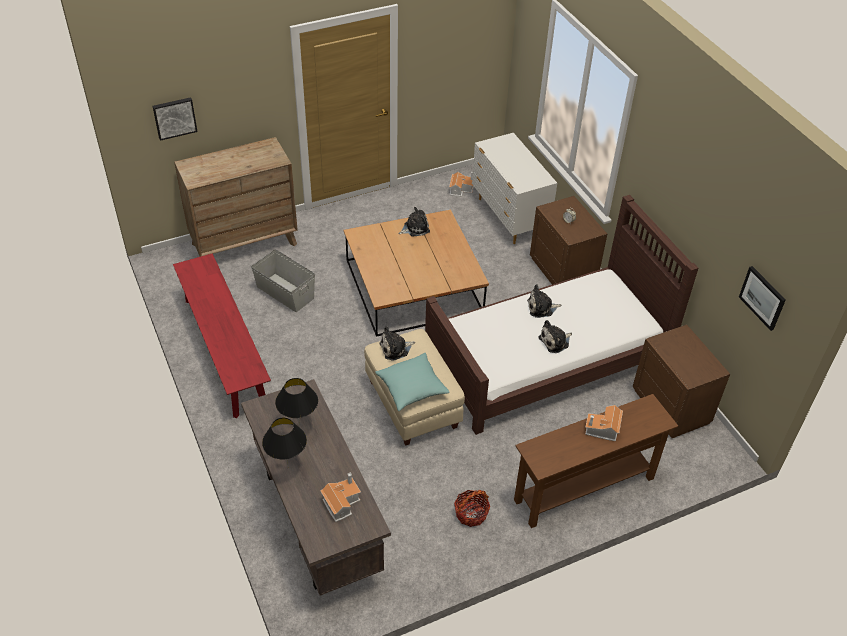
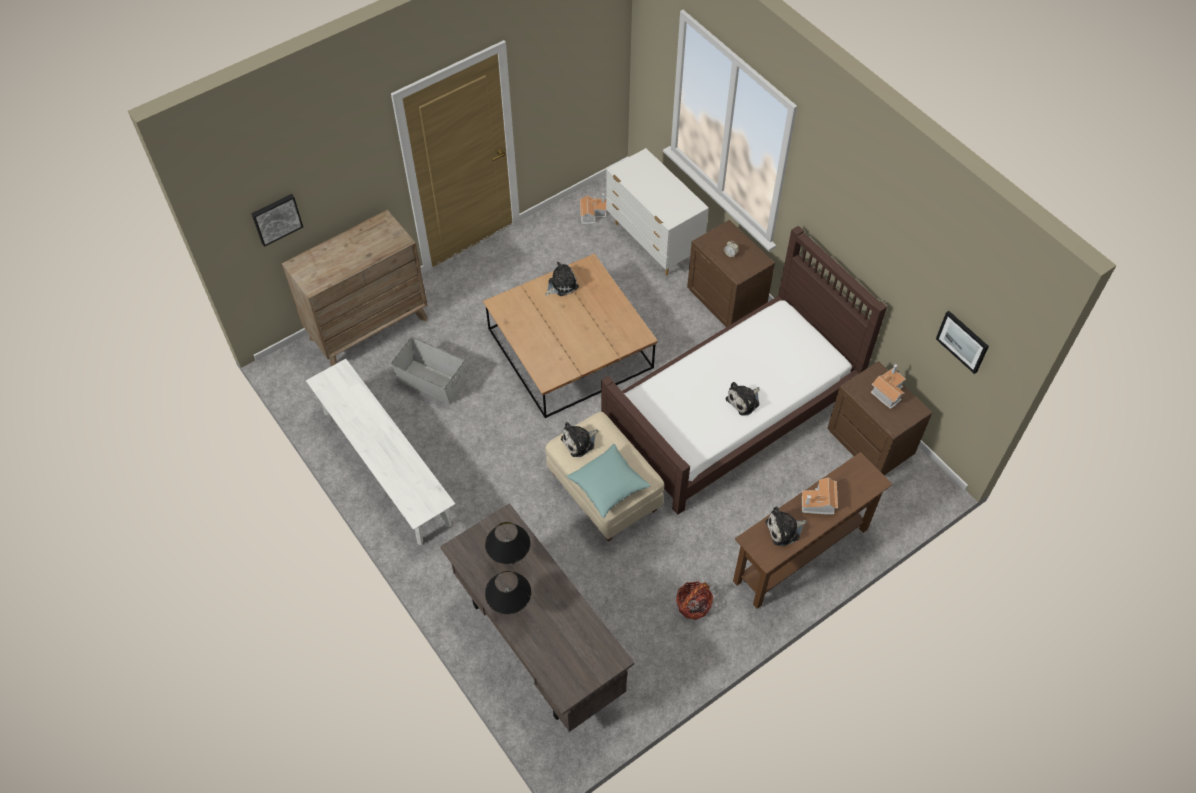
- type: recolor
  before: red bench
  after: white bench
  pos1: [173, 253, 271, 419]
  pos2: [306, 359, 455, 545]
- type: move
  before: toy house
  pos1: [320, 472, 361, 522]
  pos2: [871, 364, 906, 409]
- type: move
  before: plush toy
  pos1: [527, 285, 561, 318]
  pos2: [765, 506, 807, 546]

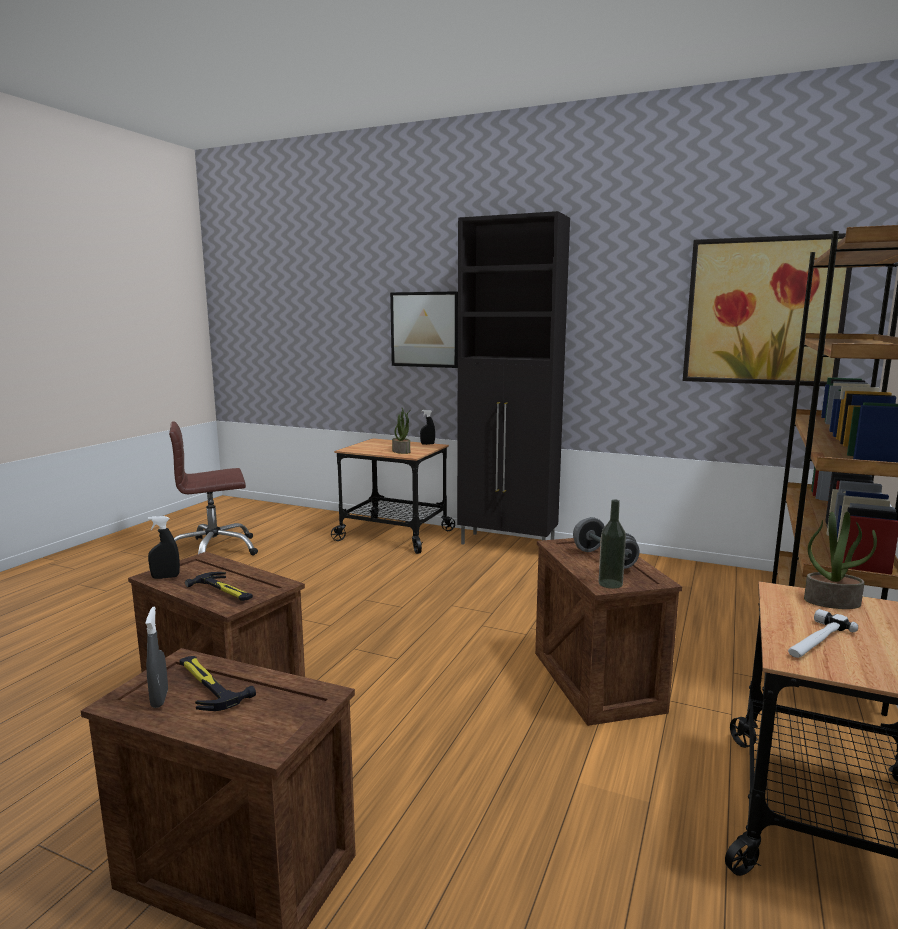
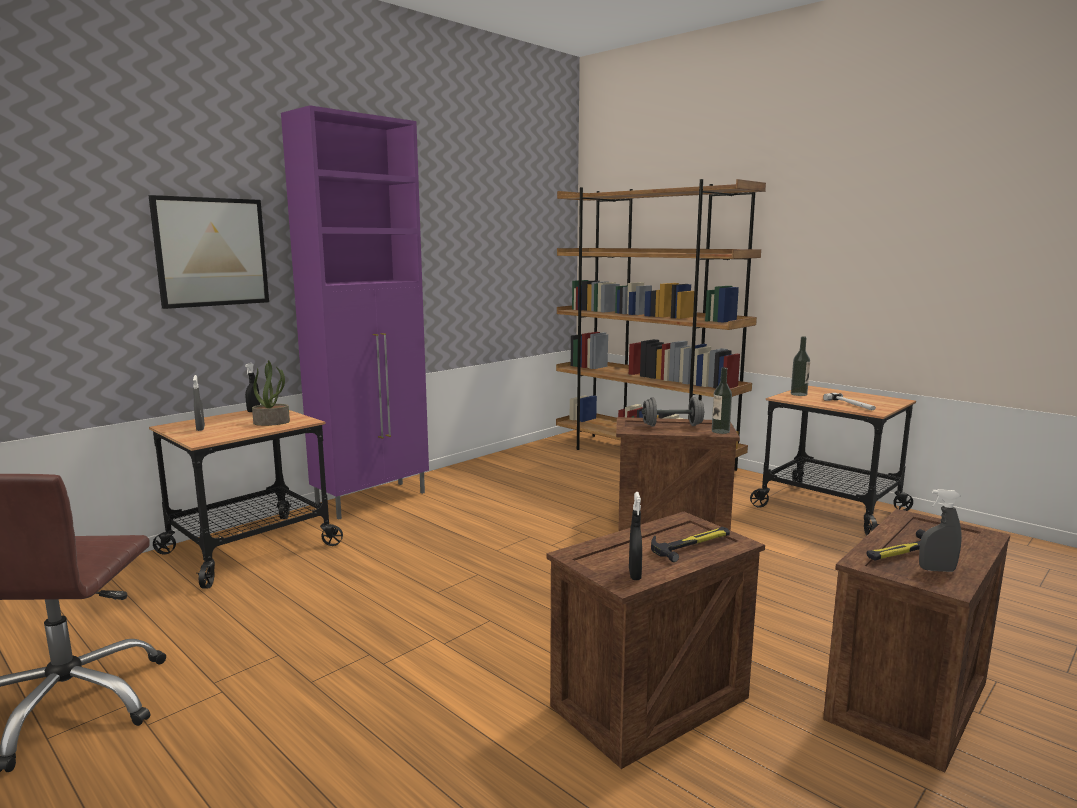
- type: recolor
  before: black cabinet
  after: purple cabinet
  pos1: [457, 211, 570, 545]
  pos2: [281, 105, 429, 520]
- type: delete
  before: picture
  pos1: [683, 233, 852, 386]
- type: replace
  before: potted plant
  after: bottle
  pos1: [804, 511, 877, 609]
  pos2: [791, 336, 810, 396]
- type: insert
  after: grey spray bottle
  pos2: [193, 375, 205, 431]

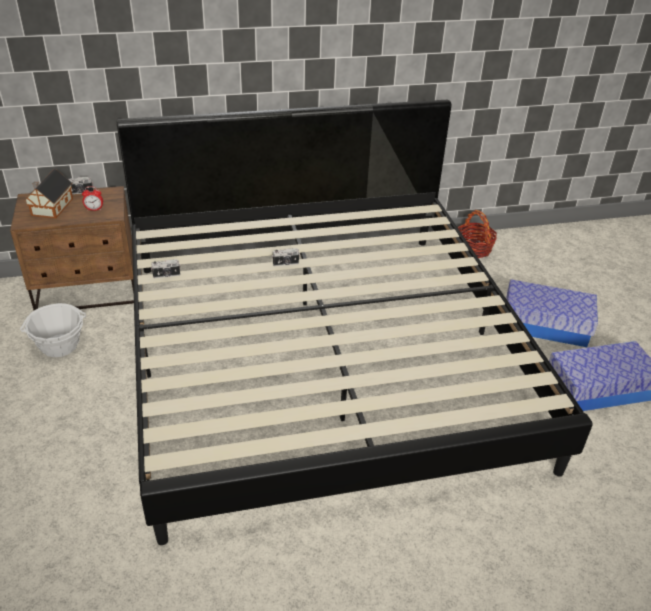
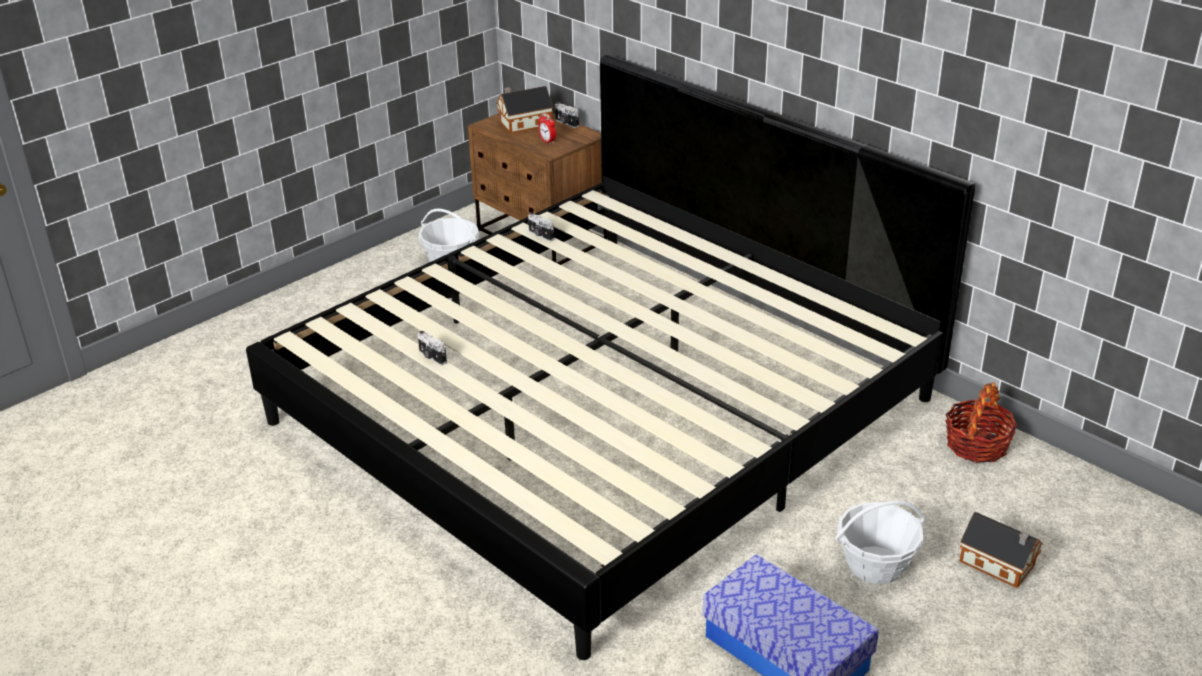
- type: move
  before: photo camera
  pos1: [272, 248, 300, 266]
  pos2: [417, 331, 447, 365]
- type: replace
  before: storage box
  after: basket
  pos1: [506, 279, 598, 347]
  pos2: [836, 500, 925, 584]
- type: insert
  after: toy house
  pos2: [960, 512, 1043, 588]

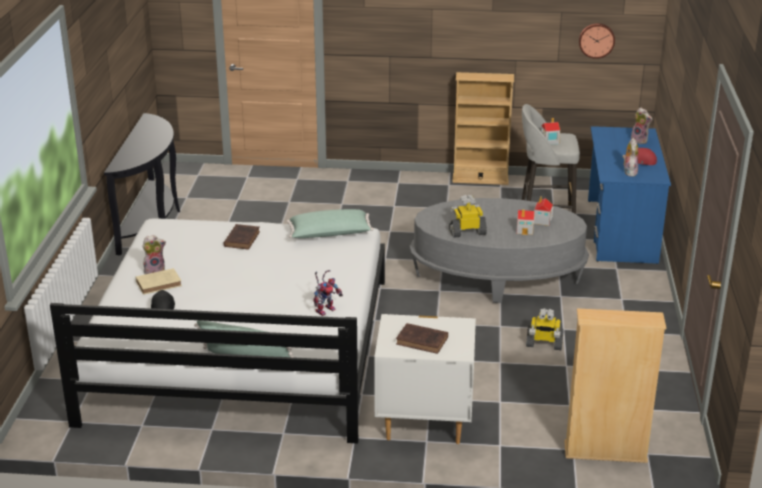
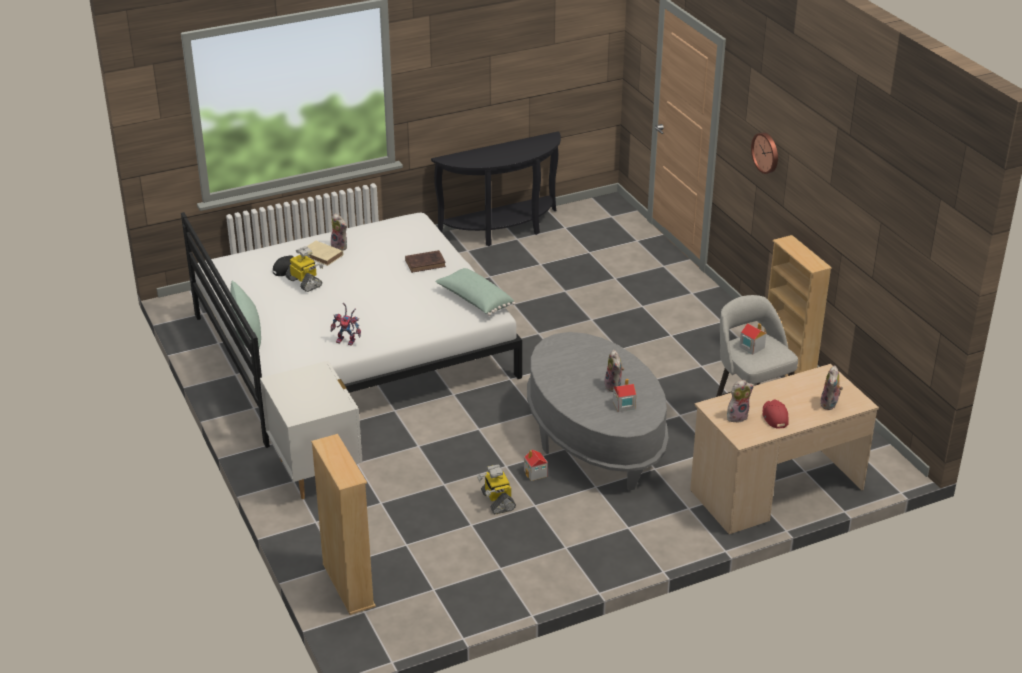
- type: delete
  before: brown book
  pos1: [396, 323, 448, 354]
- type: move
  before: toy robot
  pos1: [449, 195, 487, 238]
  pos2: [286, 246, 323, 292]
- type: move
  before: toy house
  pos1: [517, 209, 535, 235]
  pos2: [524, 449, 548, 481]
- type: move
  before: wall clock
  pos1: [579, 23, 615, 59]
  pos2: [751, 132, 778, 174]
- type: recolor
  before: blue desk
  after: beige desk
  pos1: [588, 126, 671, 264]
  pos2: [690, 364, 879, 534]
- type: insert
  after: plush toy
  pos2: [605, 350, 624, 392]

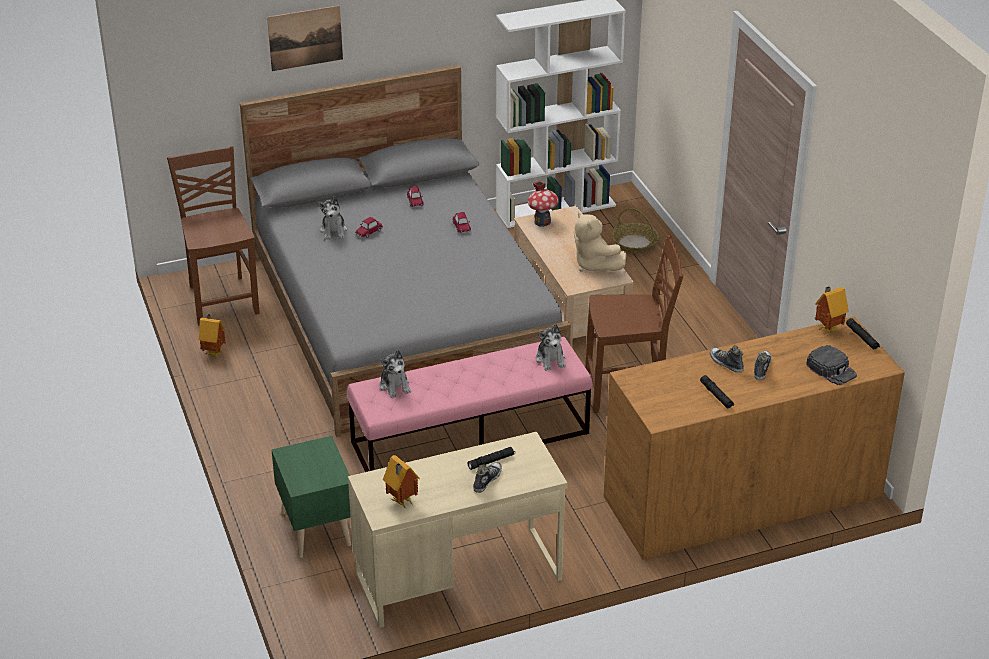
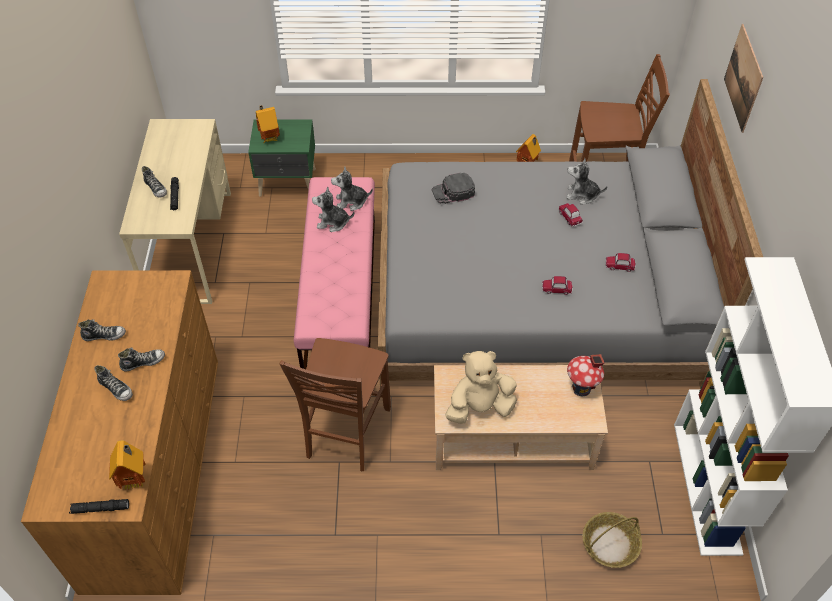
- type: move
  before: toy house
  pos1: [383, 455, 420, 509]
  pos2: [256, 105, 280, 143]
- type: move
  before: plush toy
  pos1: [536, 324, 566, 371]
  pos2: [312, 186, 354, 232]
- type: replace
  before: black flashlight
  after: shoe
  pos1: [700, 375, 734, 408]
  pos2: [78, 319, 126, 341]
- type: move
  before: black cap
  pos1: [806, 345, 857, 385]
  pos2: [432, 173, 475, 204]

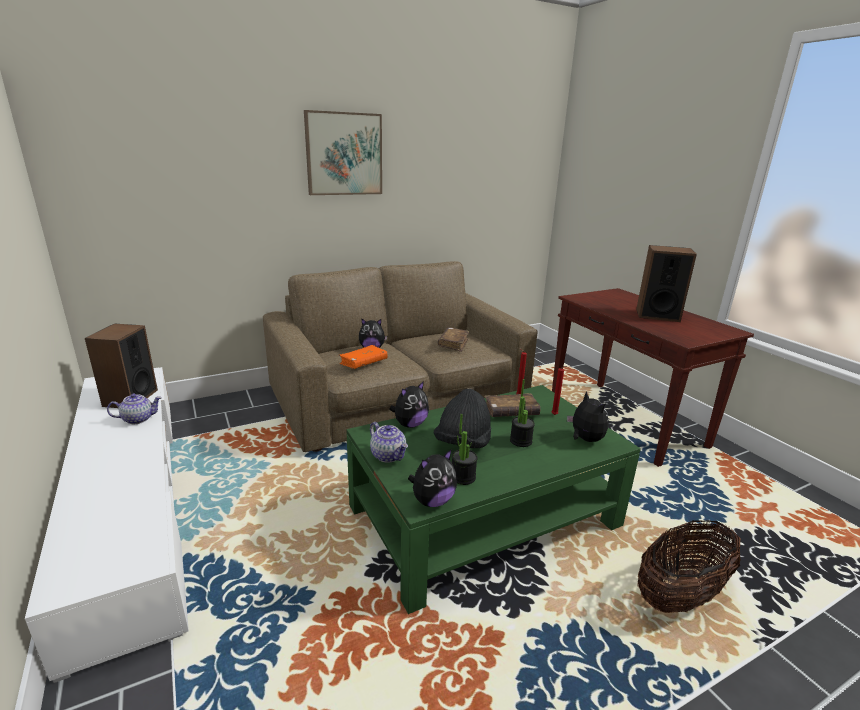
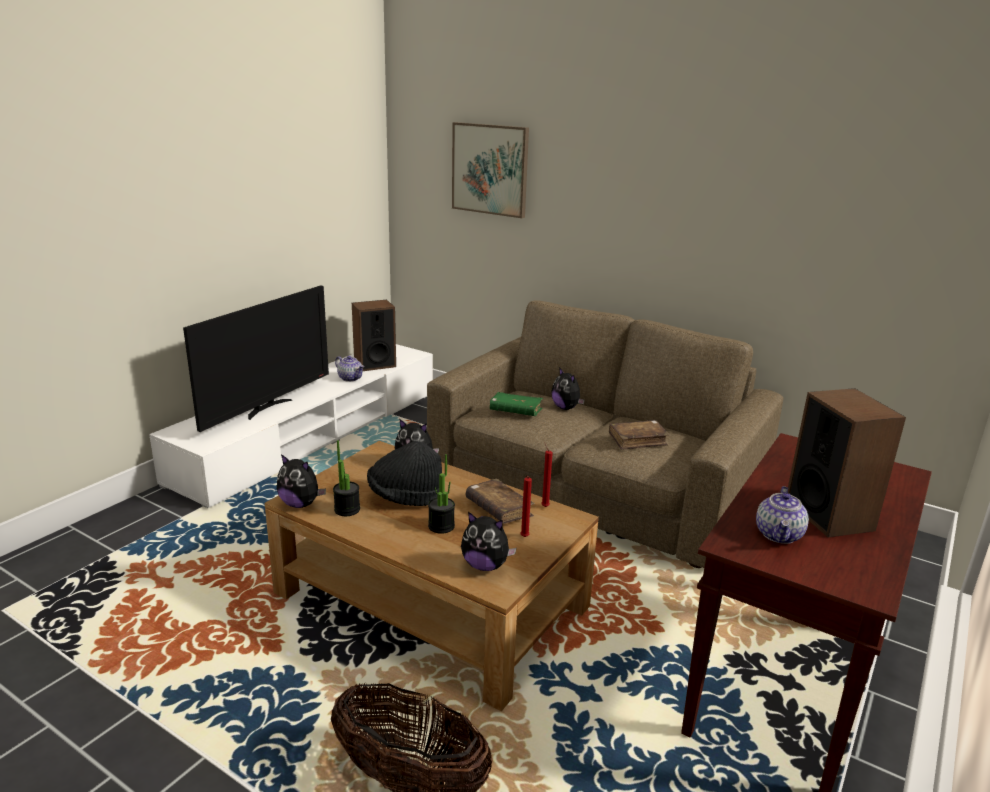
- type: move
  before: picture
  pos1: [304, 110, 382, 195]
  pos2: [452, 122, 529, 218]
- type: recolor
  before: orange book
  after: green book
  pos1: [339, 345, 388, 369]
  pos2: [490, 392, 543, 416]
- type: recolor
  before: green coffee table
  after: brown coffee table
  pos1: [346, 385, 641, 614]
  pos2: [265, 441, 599, 711]
- type: move
  before: teapot
  pos1: [370, 422, 408, 463]
  pos2: [756, 486, 809, 544]
- type: rotate
  before: plush toy
  pos1: [567, 391, 608, 442]
  pos2: [461, 512, 517, 571]
  turn: 75
- type: insert
  after: television
  pos2: [183, 285, 329, 432]

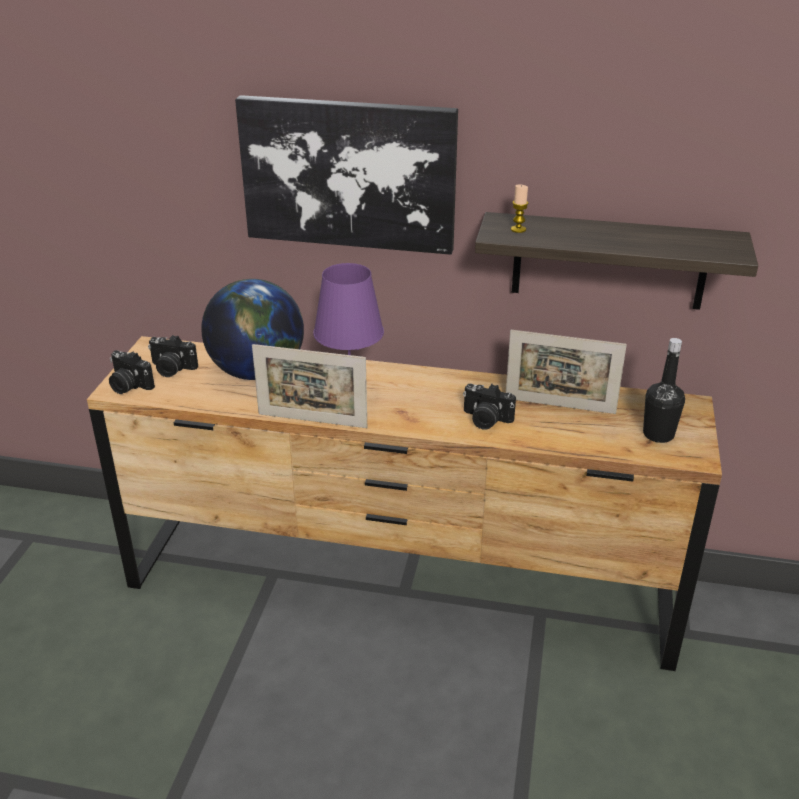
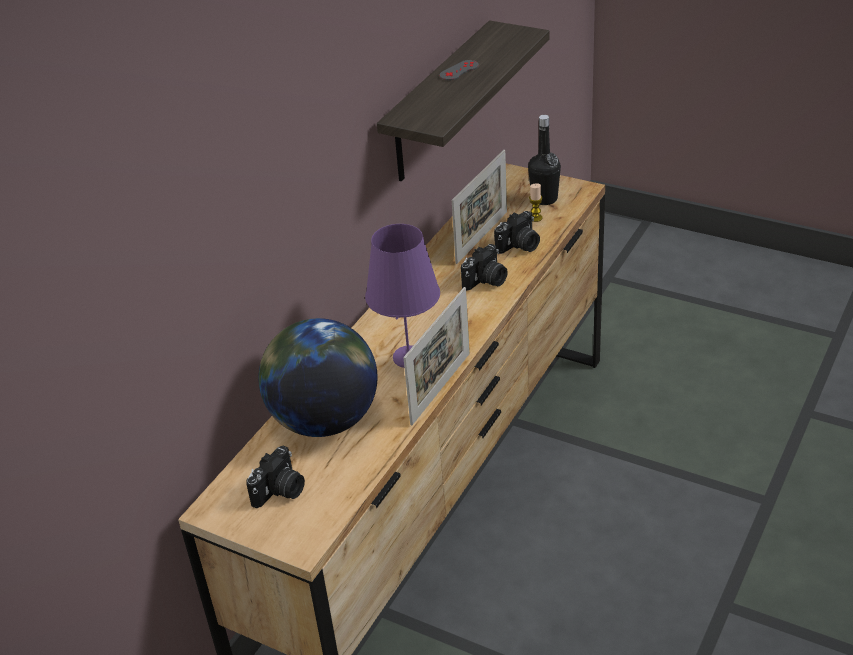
- type: move
  before: photo camera
  pos1: [109, 350, 155, 394]
  pos2: [494, 211, 540, 254]
- type: delete
  before: picture
  pos1: [235, 95, 458, 255]
- type: move
  before: candle
  pos1: [511, 184, 528, 233]
  pos2: [529, 183, 542, 222]
- type: insert
  after: grey game controller
  pos2: [439, 60, 479, 81]

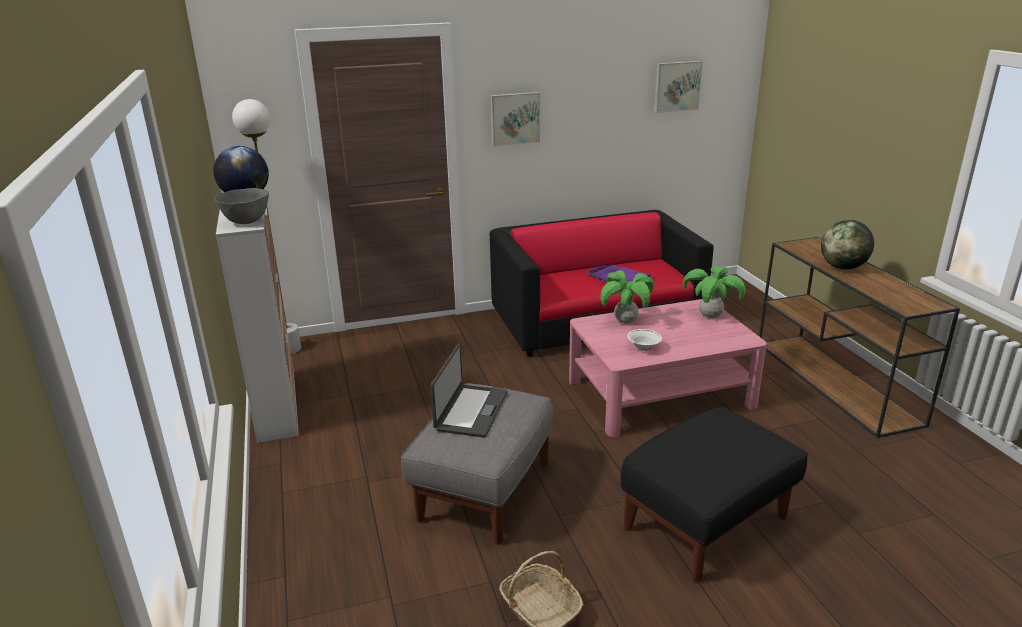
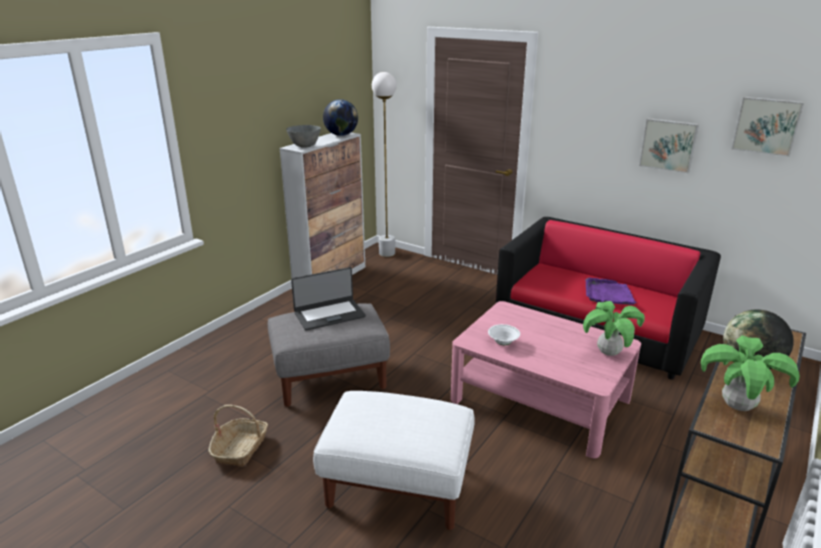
- type: move
  before: picture
  pos1: [490, 92, 540, 147]
  pos2: [639, 118, 699, 173]
- type: move
  before: potted plant
  pos1: [600, 270, 654, 324]
  pos2: [701, 335, 800, 411]
- type: recolor
  before: black ottoman
  after: white ottoman
  pos1: [620, 407, 808, 581]
  pos2: [313, 391, 475, 530]

